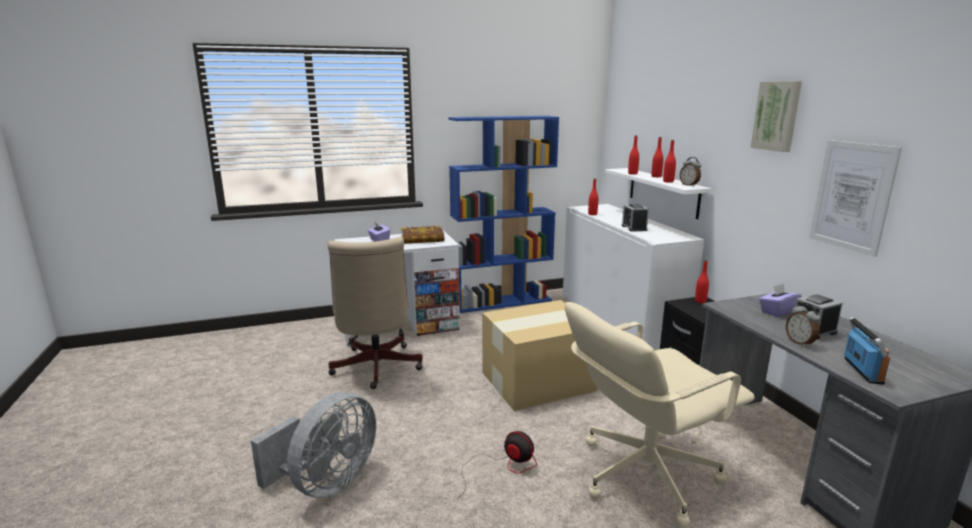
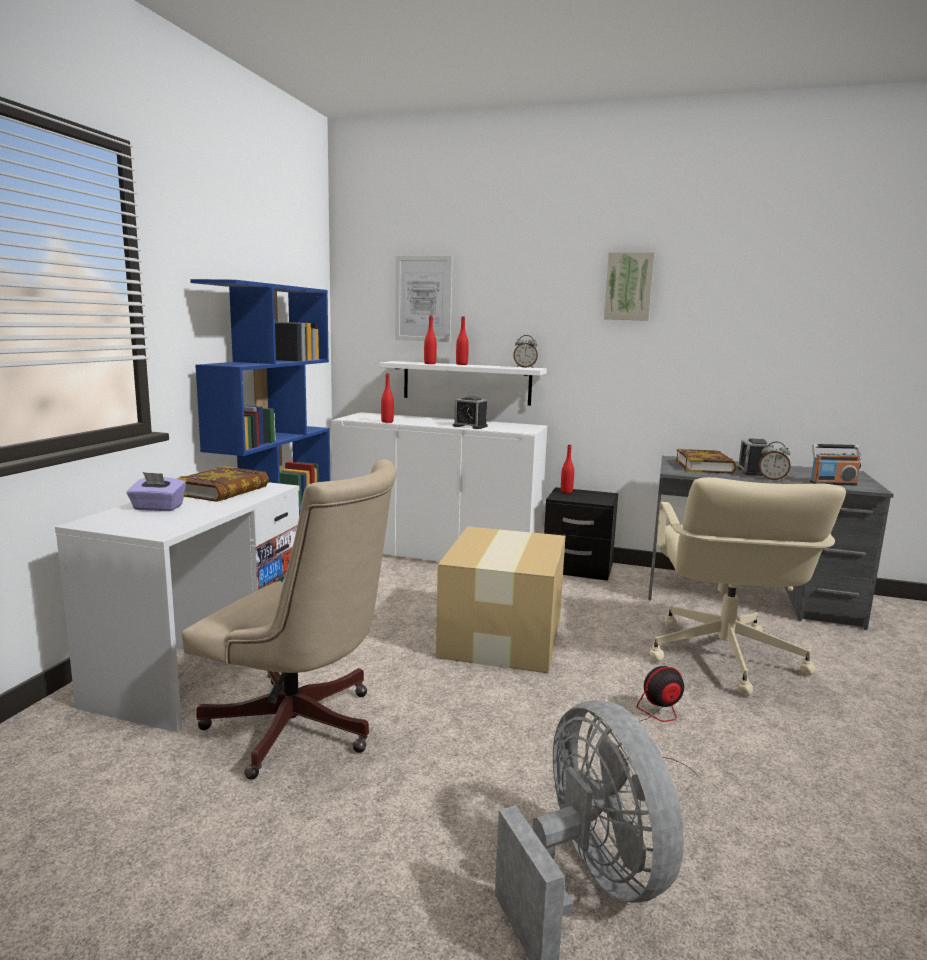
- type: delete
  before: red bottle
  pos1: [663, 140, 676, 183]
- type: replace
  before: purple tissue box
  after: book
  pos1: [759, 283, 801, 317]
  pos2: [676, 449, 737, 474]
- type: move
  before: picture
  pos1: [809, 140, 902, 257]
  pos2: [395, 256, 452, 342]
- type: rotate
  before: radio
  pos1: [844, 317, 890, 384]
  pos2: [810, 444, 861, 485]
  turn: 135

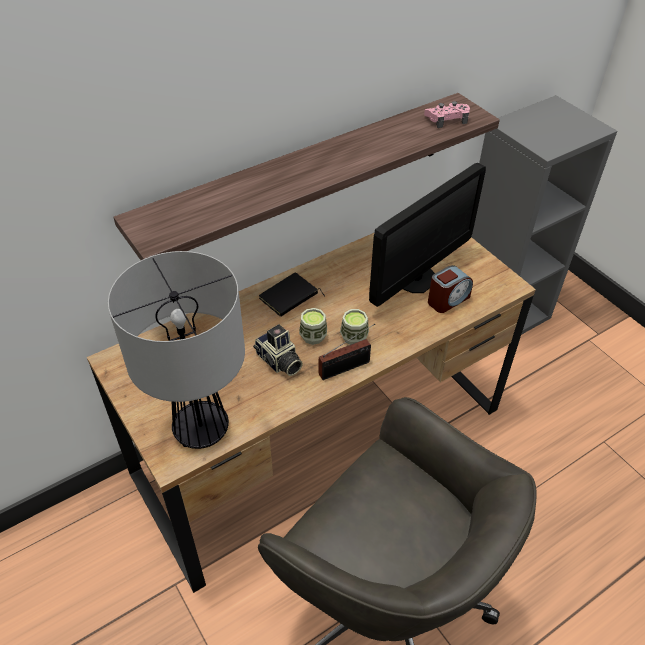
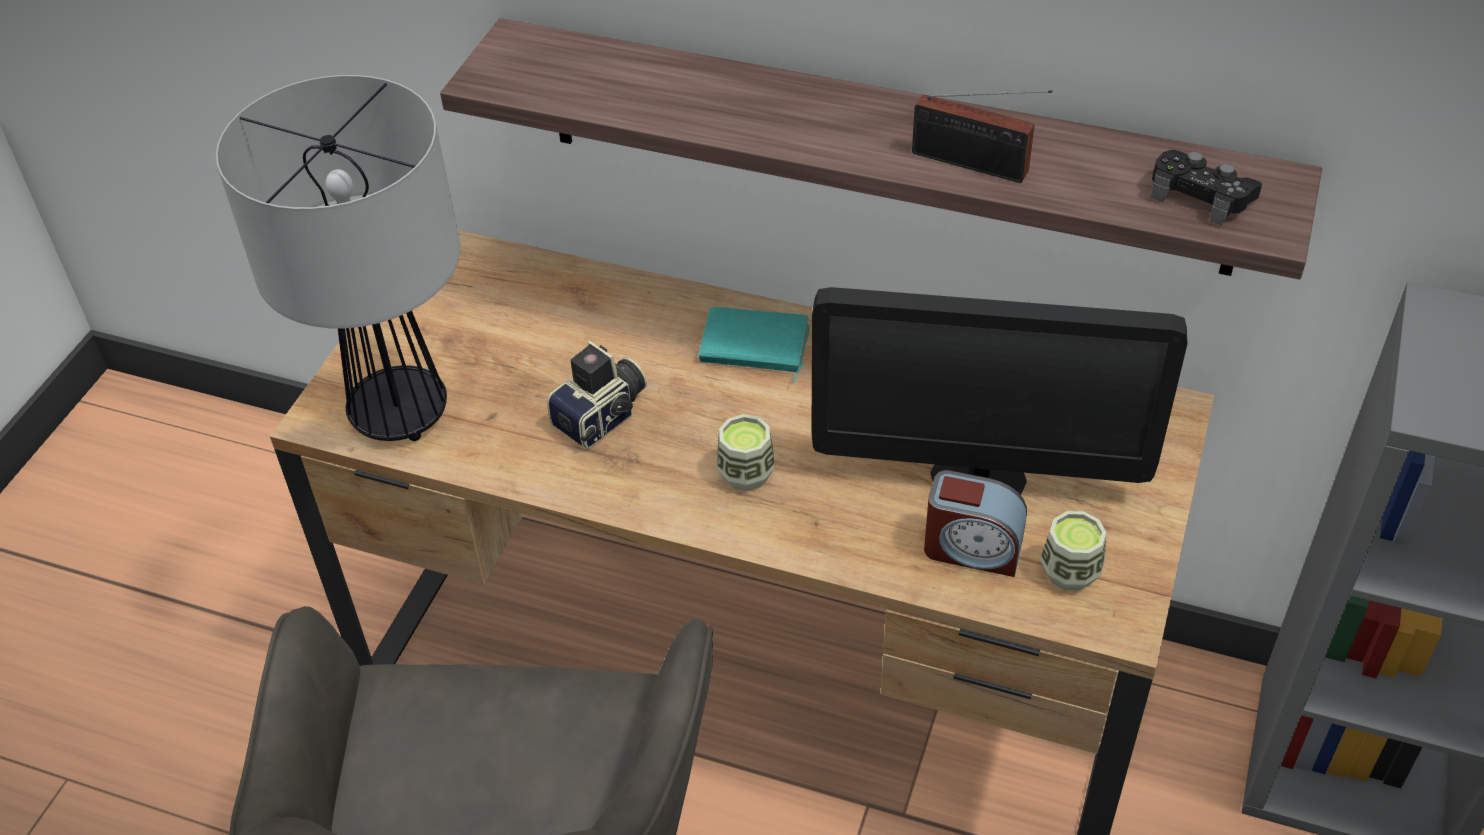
- type: rotate
  before: photo camera
  pos1: [253, 324, 303, 376]
  pos2: [547, 341, 647, 449]
  turn: -150
- type: recolor
  before: black book
  after: turquoise book
  pos1: [259, 272, 325, 317]
  pos2: [699, 307, 811, 383]
- type: move
  before: cup
  pos1: [299, 308, 327, 345]
  pos2: [1040, 511, 1106, 591]
- type: move
  before: radio
  pos1: [319, 324, 375, 380]
  pos2: [912, 90, 1052, 183]
- type: recolor
  before: pink game controller
  after: black game controller
  pos1: [424, 101, 470, 128]
  pos2: [1151, 150, 1262, 226]

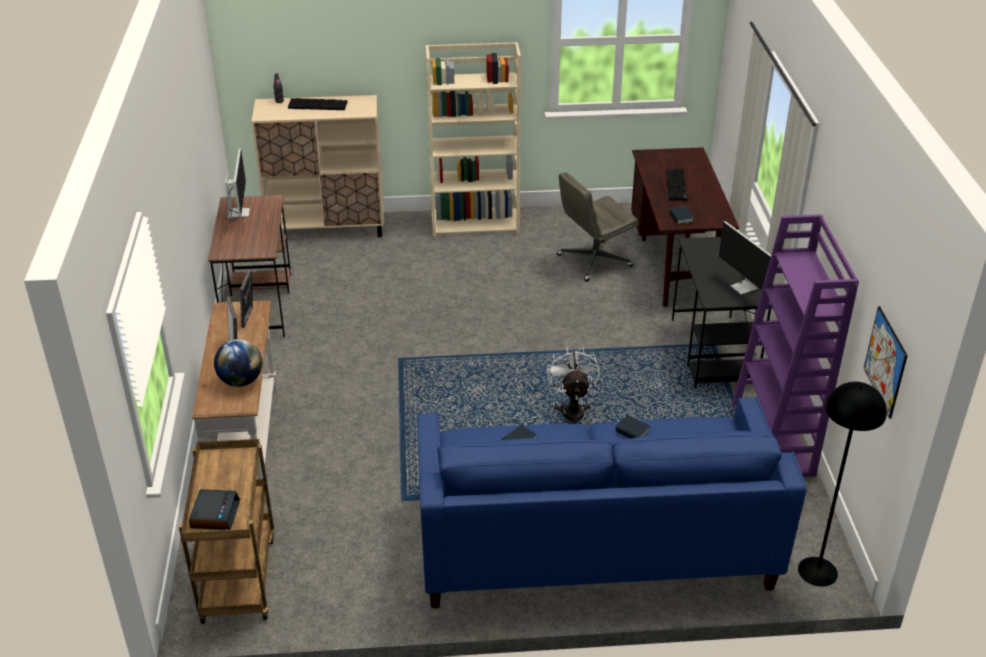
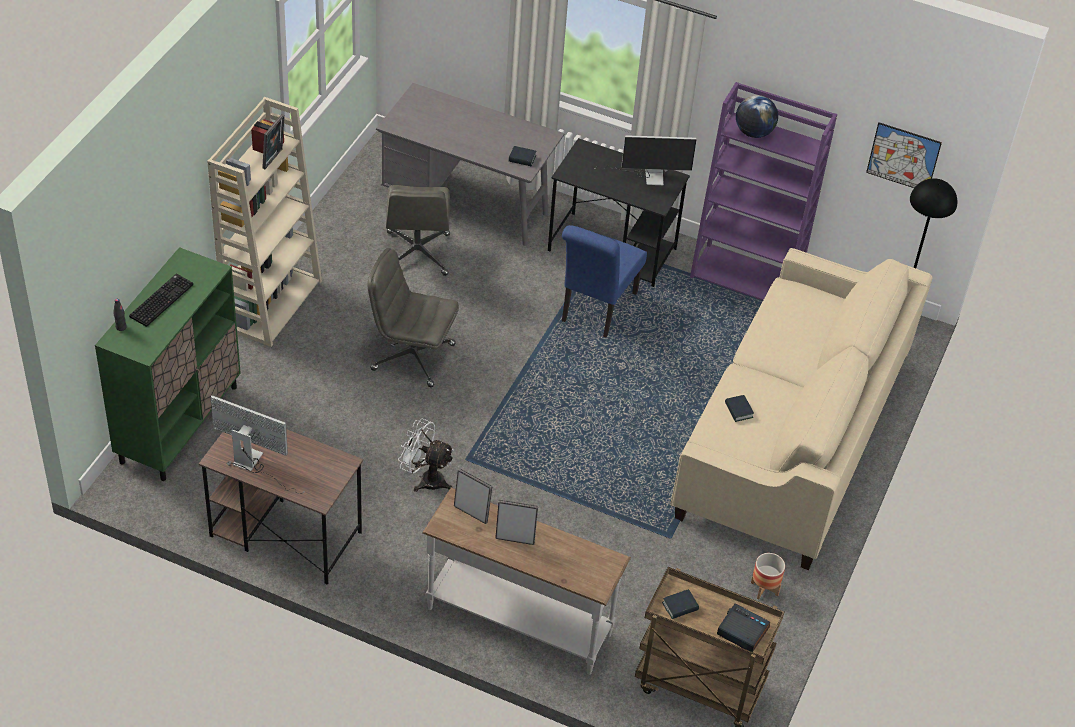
- type: move
  before: globe
  pos1: [214, 339, 262, 387]
  pos2: [736, 95, 778, 138]
- type: recolor
  before: beige cabinet
  after: green cabinet
  pos1: [251, 95, 384, 237]
  pos2: [95, 247, 241, 481]
- type: recolor
  before: blue sofa
  after: beige sofa
  pos1: [418, 397, 807, 608]
  pos2: [670, 248, 933, 570]
- type: move
  before: white fan
  pos1: [547, 347, 600, 424]
  pos2: [398, 419, 454, 492]
- type: move
  before: book
  pos1: [615, 415, 650, 439]
  pos2: [662, 589, 699, 619]
- type: recolor
  before: brown desk
  after: grey desk
  pos1: [631, 147, 739, 307]
  pos2: [376, 83, 565, 246]
- type: delete
  before: keyboard
  pos1: [666, 169, 687, 201]
- type: insert
  after: picture frame
  pos2: [262, 114, 285, 169]
- type: insert
  after: grey office chair
  pos2: [368, 248, 459, 387]
- type: insert
  after: blue chair
  pos2: [562, 225, 647, 338]
- type: insert
  after: planter
  pos2: [751, 553, 785, 600]

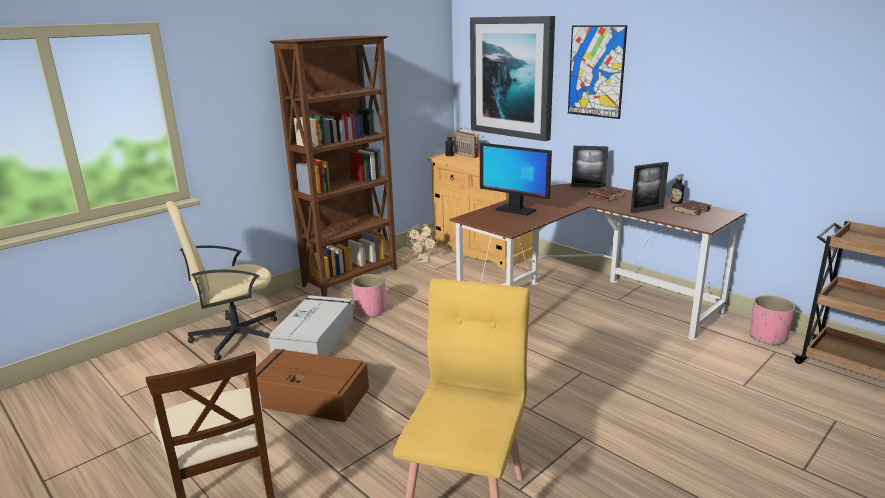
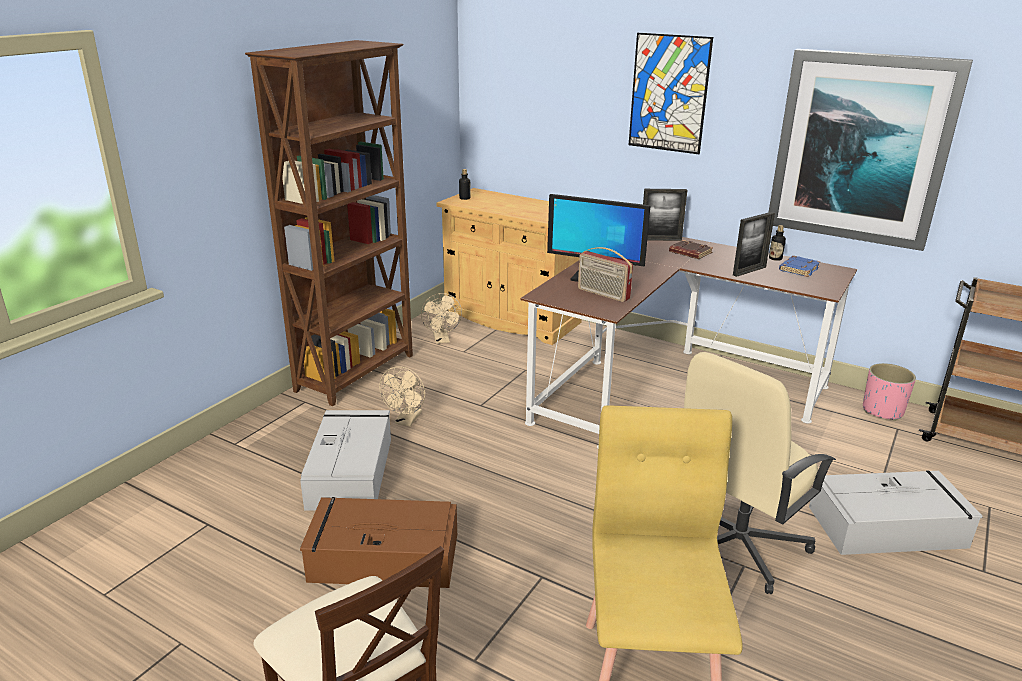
- type: move
  before: beige office chair
  pos1: [166, 201, 277, 361]
  pos2: [684, 352, 836, 594]
- type: replace
  before: pink planter
  after: beige fan
  pos1: [352, 274, 386, 318]
  pos2: [379, 367, 425, 426]
- type: move
  before: radio
  pos1: [454, 128, 478, 158]
  pos2: [578, 247, 633, 302]
- type: move
  before: picture
  pos1: [470, 16, 555, 141]
  pos2: [768, 49, 973, 251]
- type: recolor
  before: brown book
  after: blue book
  pos1: [673, 200, 712, 216]
  pos2: [779, 256, 821, 277]
- type: insert
  after: grey storage box
  pos2: [809, 470, 983, 555]

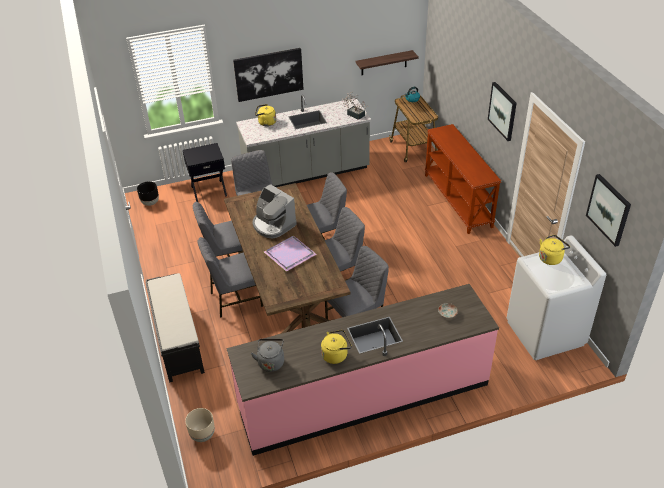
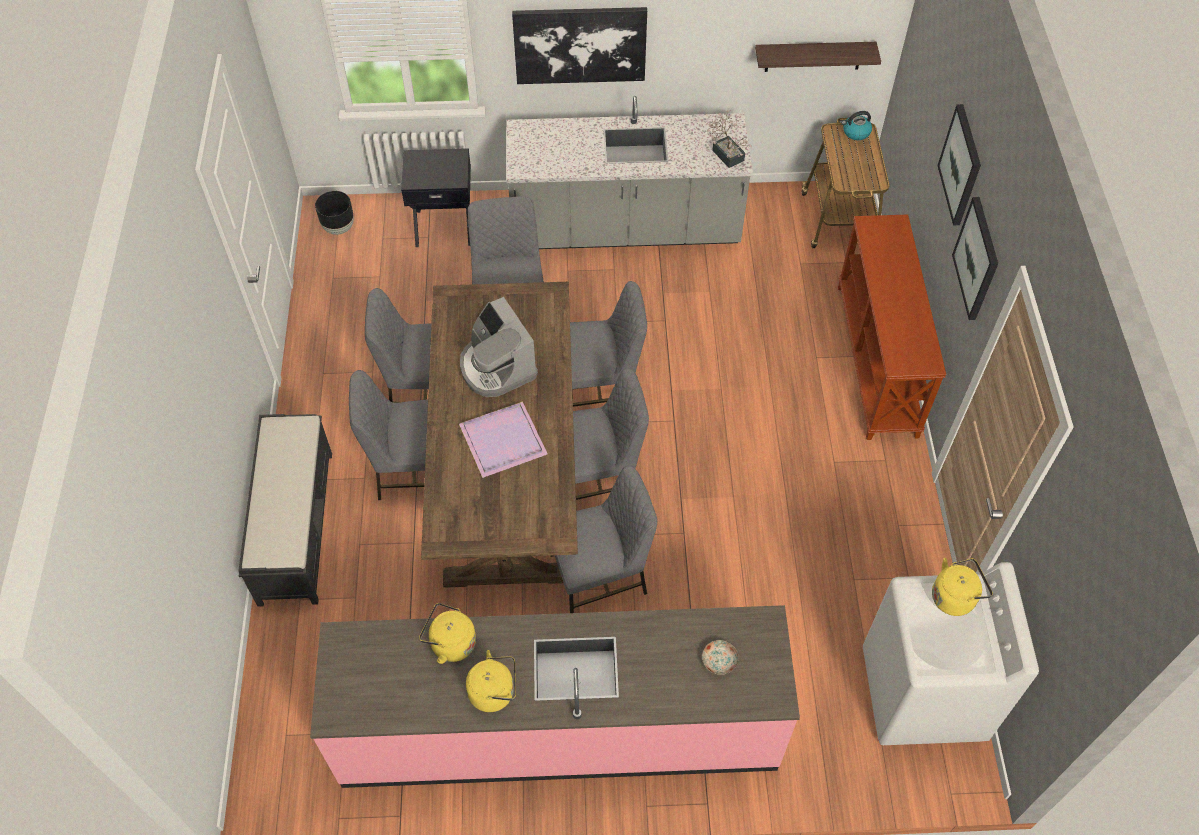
- type: delete
  before: beige planter
  pos1: [185, 408, 215, 442]
- type: delete
  before: grey kettle
  pos1: [251, 339, 284, 372]
- type: move
  before: yellow kettle
  pos1: [255, 104, 276, 126]
  pos2: [419, 603, 476, 664]
- type: move
  before: picture
  pos1: [586, 174, 631, 247]
  pos2: [937, 104, 981, 225]

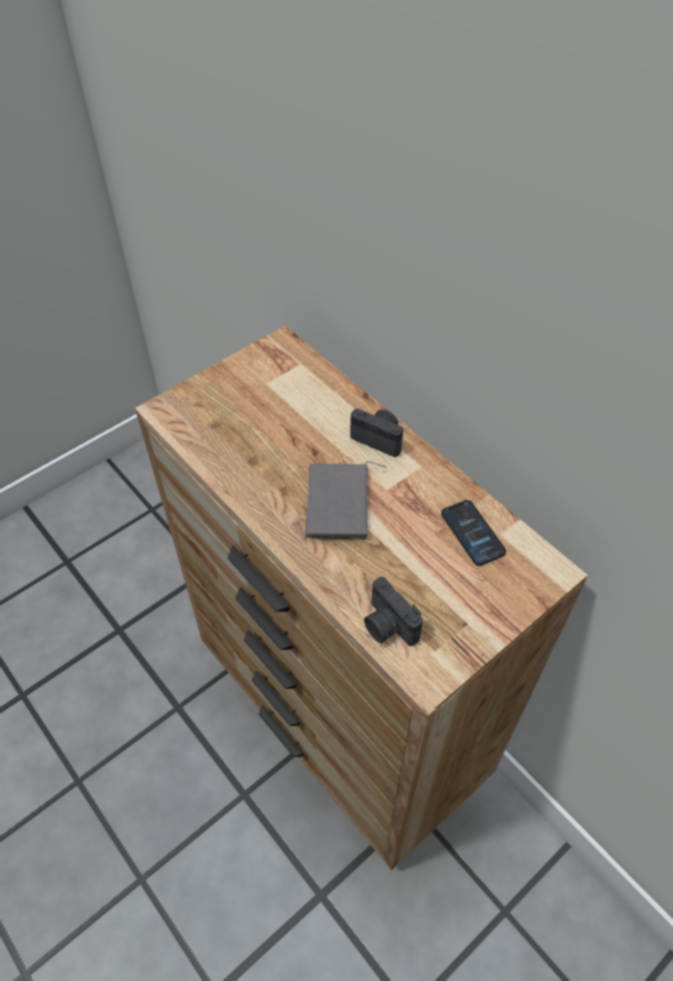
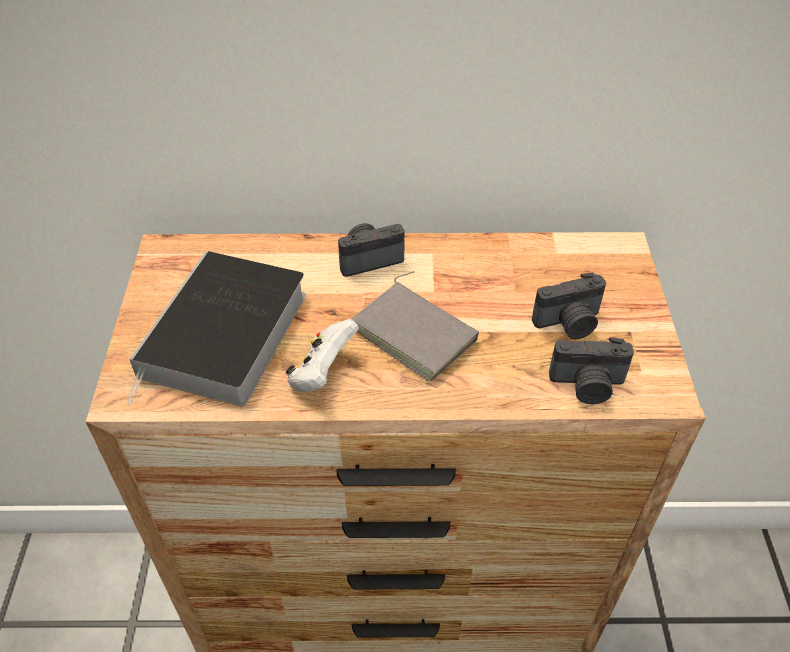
- type: delete
  before: phone
  pos1: [441, 500, 506, 566]
- type: insert
  after: book
  pos2: [127, 251, 306, 407]
- type: insert
  after: white game controller
  pos2: [286, 319, 359, 392]
- type: insert
  after: photo camera
  pos2: [532, 272, 606, 339]

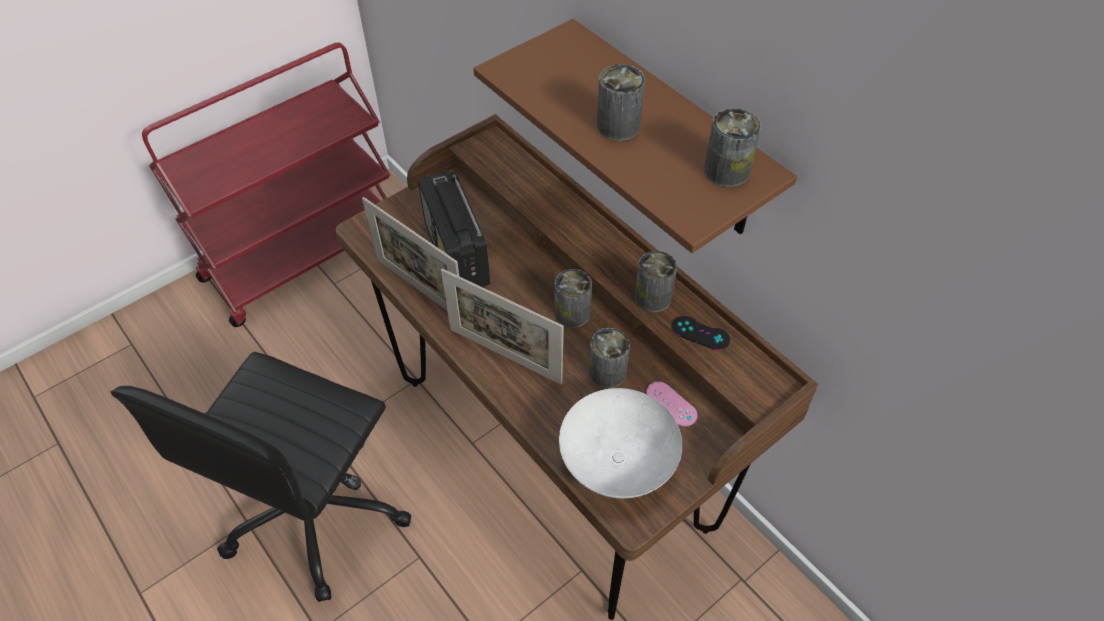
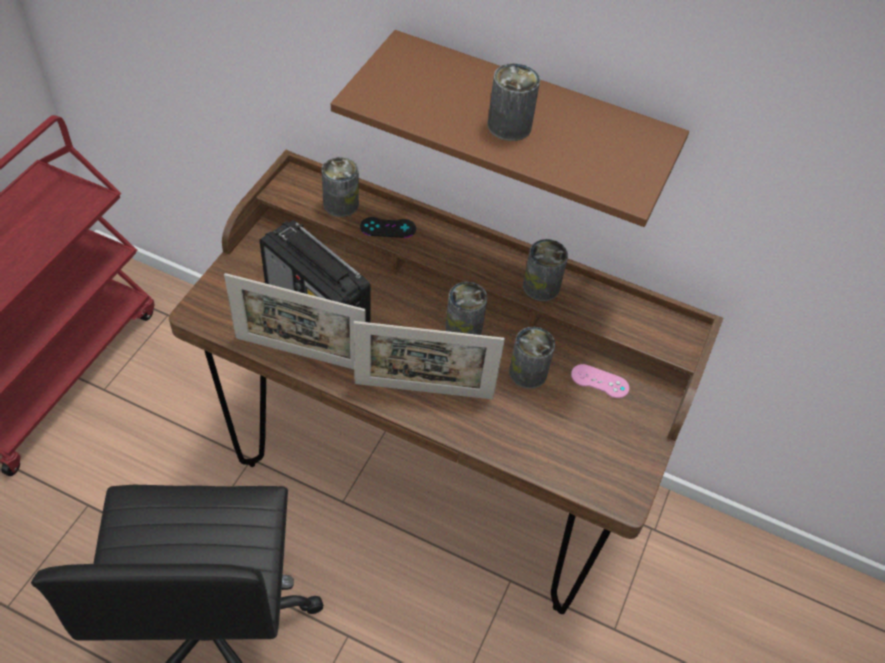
- type: delete
  before: white bowl
  pos1: [559, 388, 682, 499]
- type: move
  before: black game controller
  pos1: [672, 316, 730, 350]
  pos2: [360, 217, 416, 238]
- type: move
  before: can
  pos1: [704, 108, 761, 187]
  pos2: [322, 157, 359, 217]

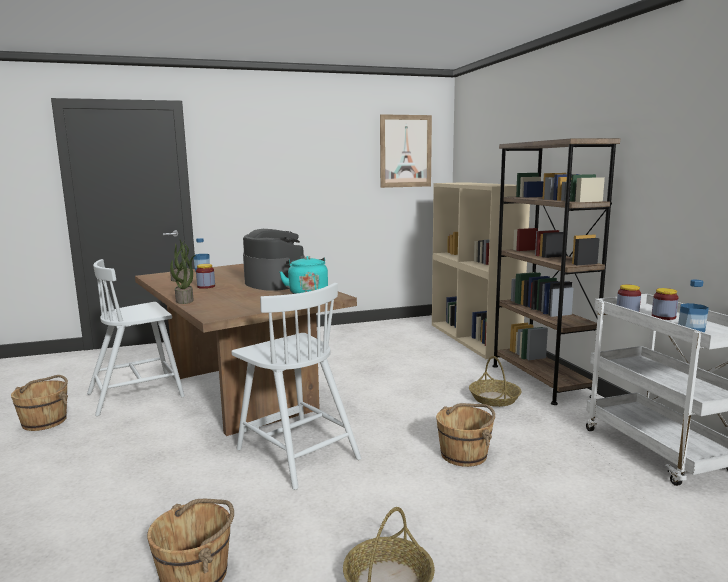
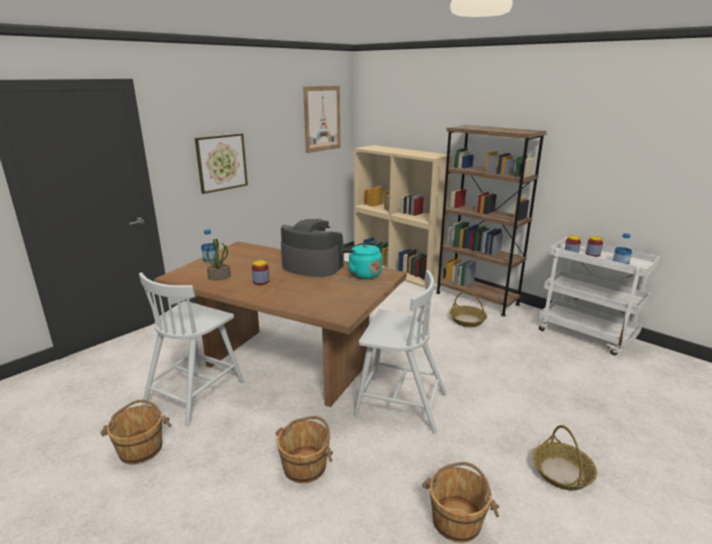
- type: delete
  before: potted plant
  pos1: [170, 252, 195, 304]
- type: move
  before: brown bucket
  pos1: [436, 403, 495, 467]
  pos2: [275, 416, 333, 483]
- type: insert
  after: picture
  pos2: [195, 133, 248, 194]

